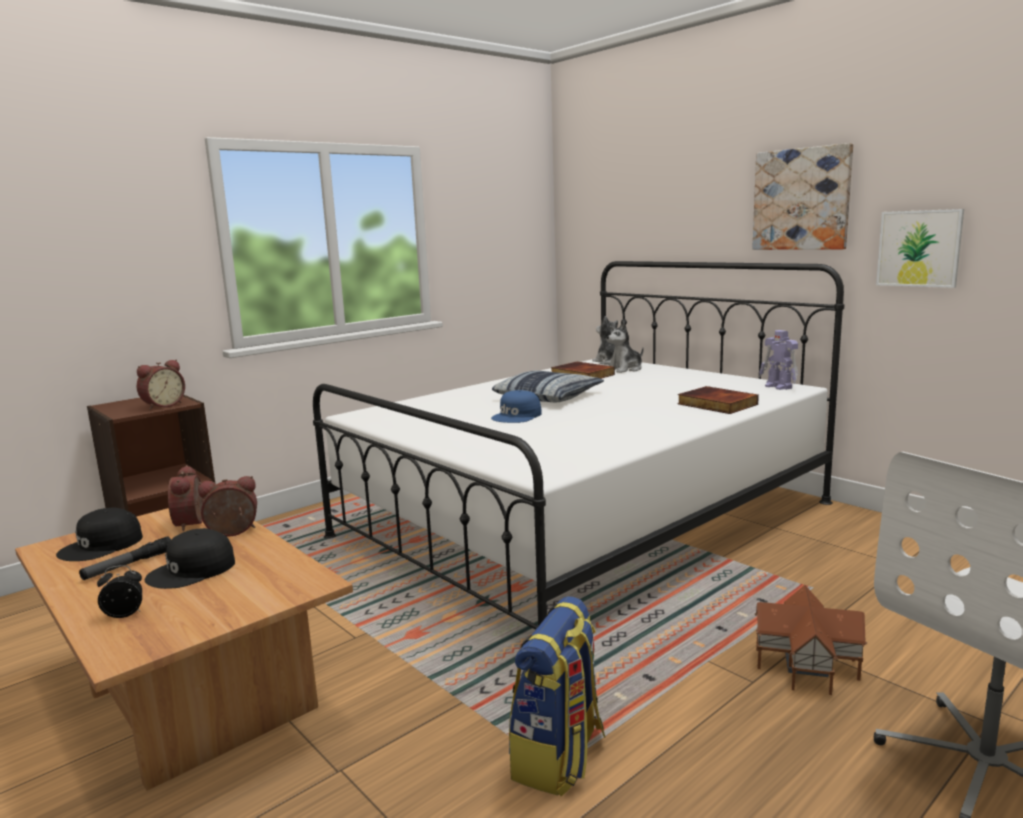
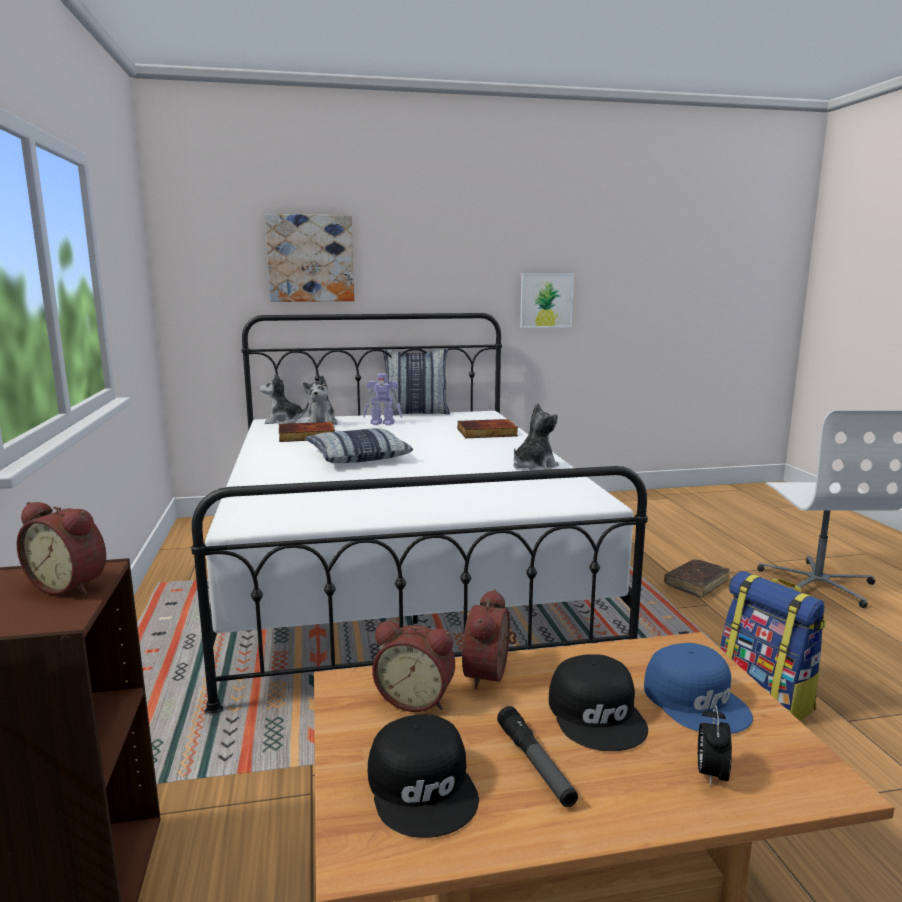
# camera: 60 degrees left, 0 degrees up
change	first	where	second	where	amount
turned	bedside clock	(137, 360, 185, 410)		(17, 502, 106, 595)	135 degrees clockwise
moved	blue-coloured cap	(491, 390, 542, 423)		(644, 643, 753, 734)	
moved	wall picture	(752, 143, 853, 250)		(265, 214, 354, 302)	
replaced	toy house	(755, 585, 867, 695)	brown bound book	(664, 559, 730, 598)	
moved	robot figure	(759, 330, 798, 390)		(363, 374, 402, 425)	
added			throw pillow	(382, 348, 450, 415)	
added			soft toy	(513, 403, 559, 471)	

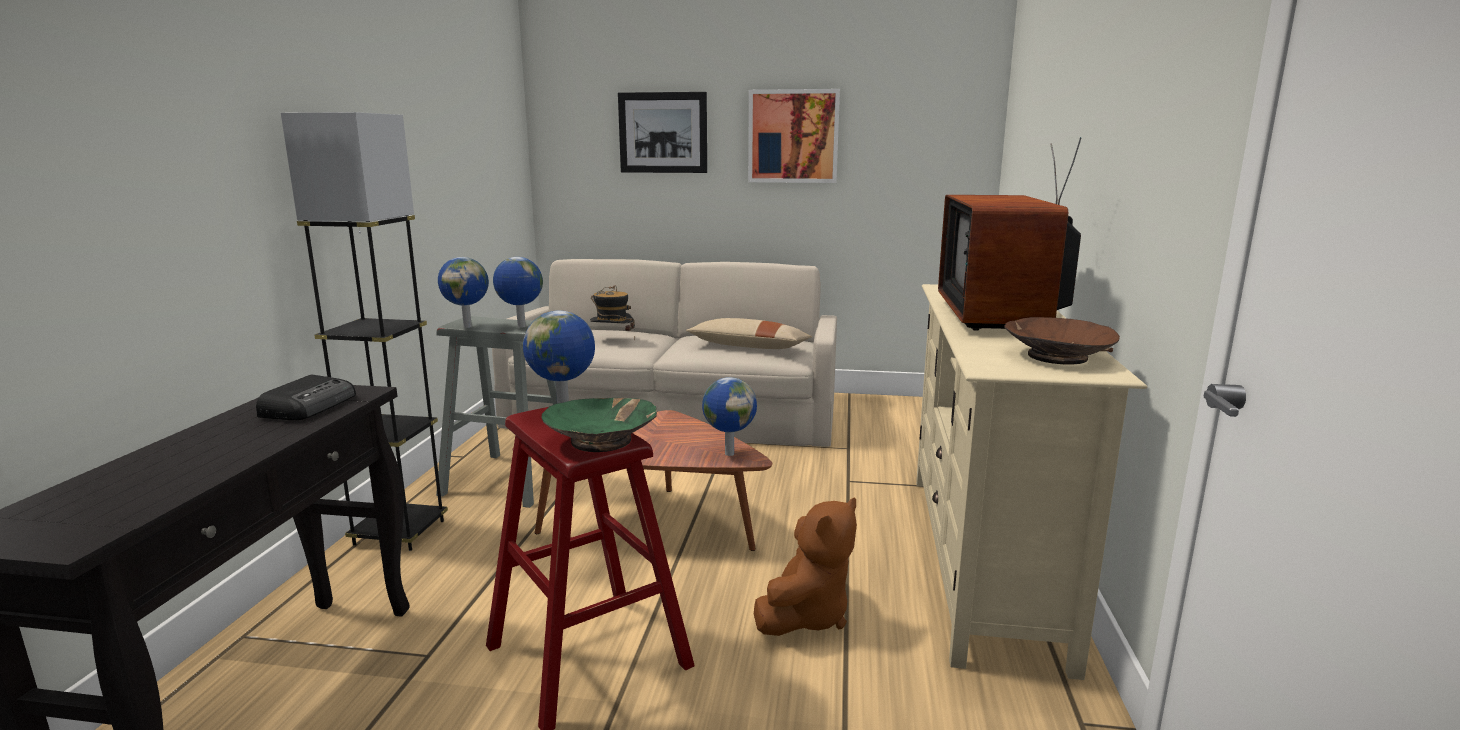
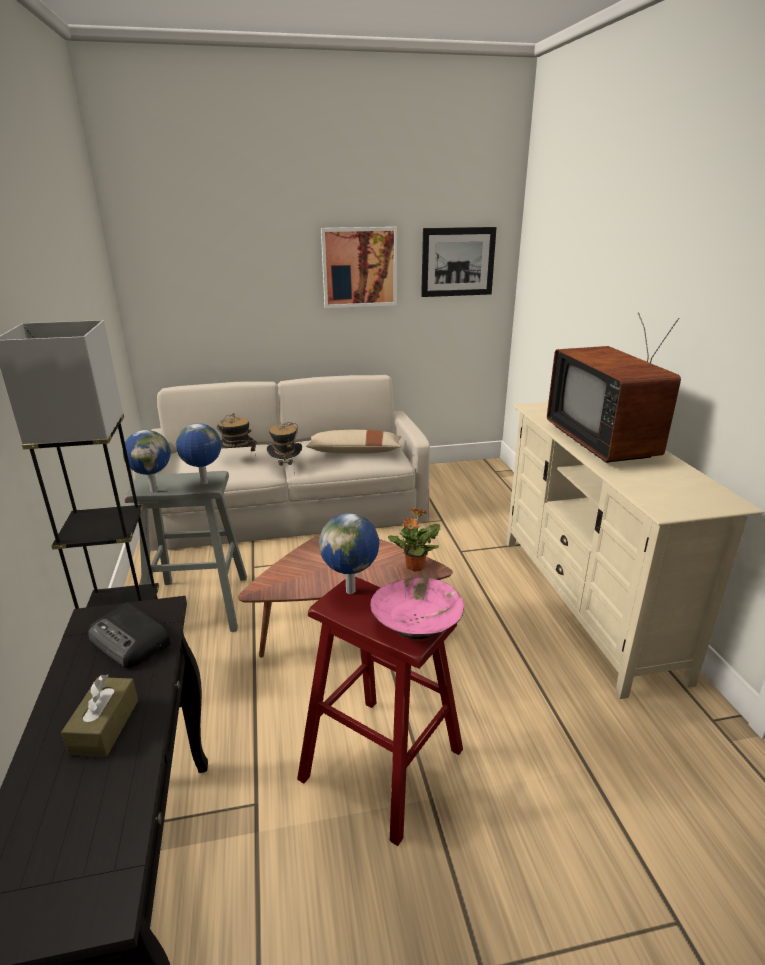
# camera: 20 degrees left, 10 degrees up
change	first	where	second	where	amount
turned	radio	(256, 375, 356, 420)		(88, 602, 171, 668)	135 degrees clockwise
recoloured	greenish deep dish	(542, 398, 657, 452)	pink-coloured deep dish	(370, 577, 464, 639)	
moved	wall picture	(618, 92, 707, 173)		(421, 227, 497, 297)	
replaced	globe	(702, 377, 757, 456)	potted plant	(388, 507, 440, 571)	
removed	brown soft toy	(754, 498, 857, 636)			
removed	brown deep dish	(1004, 317, 1120, 365)			
added			brown tissue box	(61, 675, 138, 757)	
added			wearable hat	(267, 422, 302, 475)	

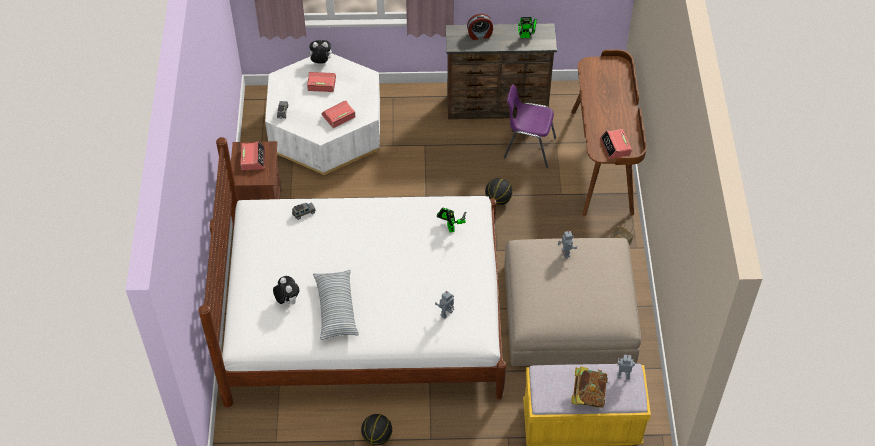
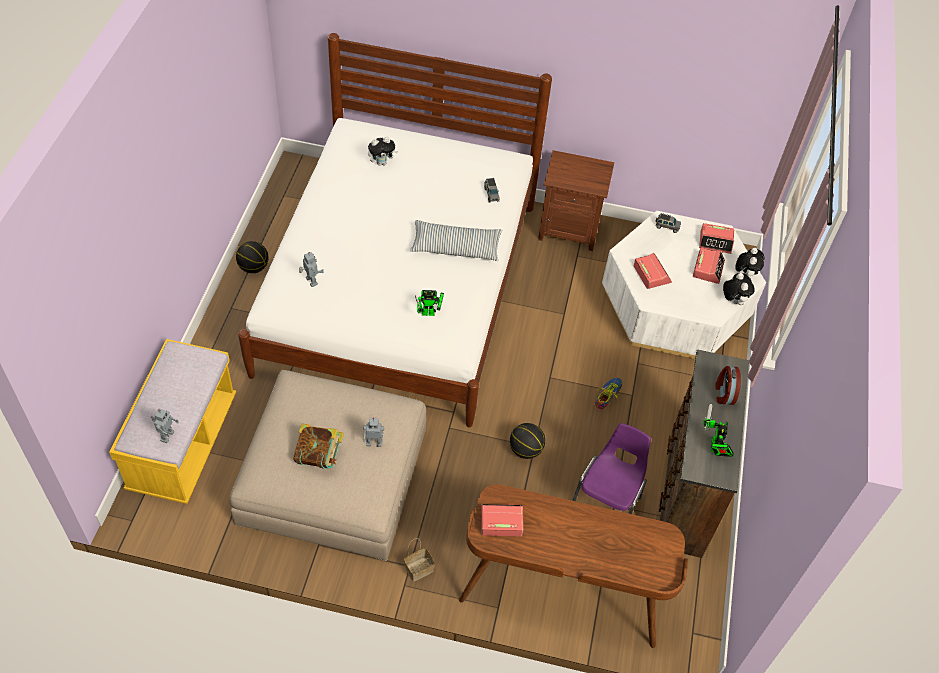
# camera: 100 degrees right, 0 degrees up
change	first	where	second	where	amount
moved	bedside clock	(240, 141, 265, 170)		(699, 223, 734, 254)	
moved	throw pillow	(313, 270, 359, 340)		(410, 220, 502, 261)	
moved	bound book	(571, 367, 608, 408)		(293, 424, 344, 469)	
added			item of footwear	(594, 377, 622, 410)	
added			soft toy	(723, 273, 755, 305)	

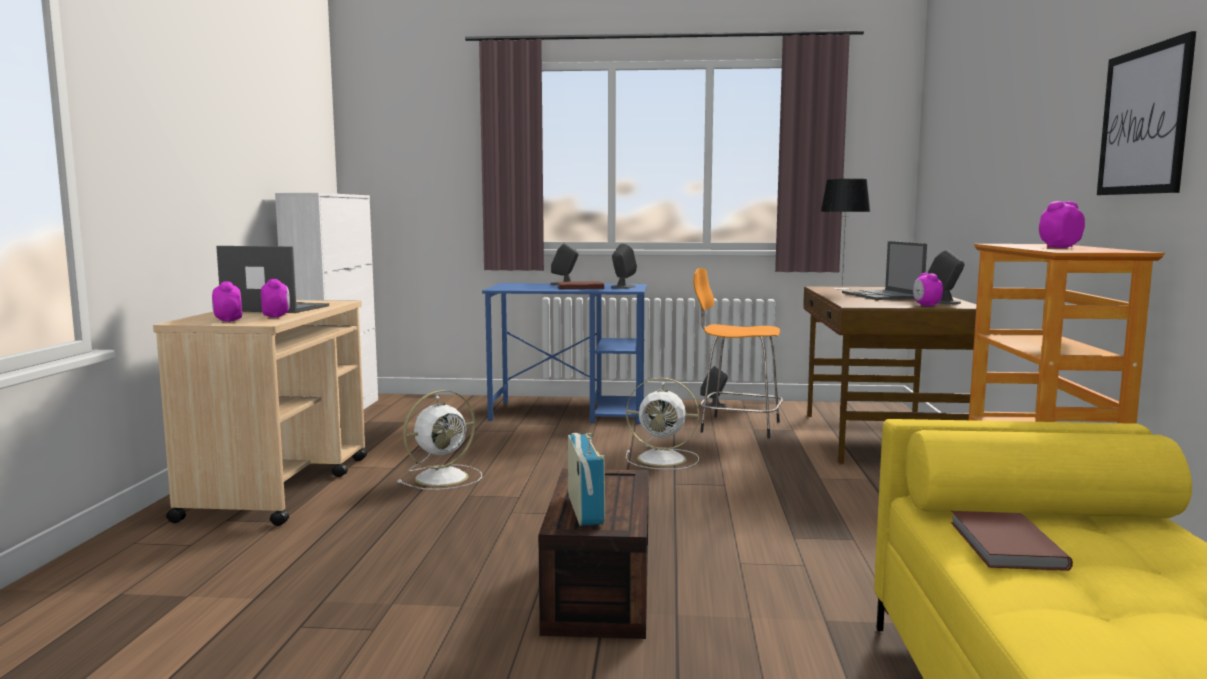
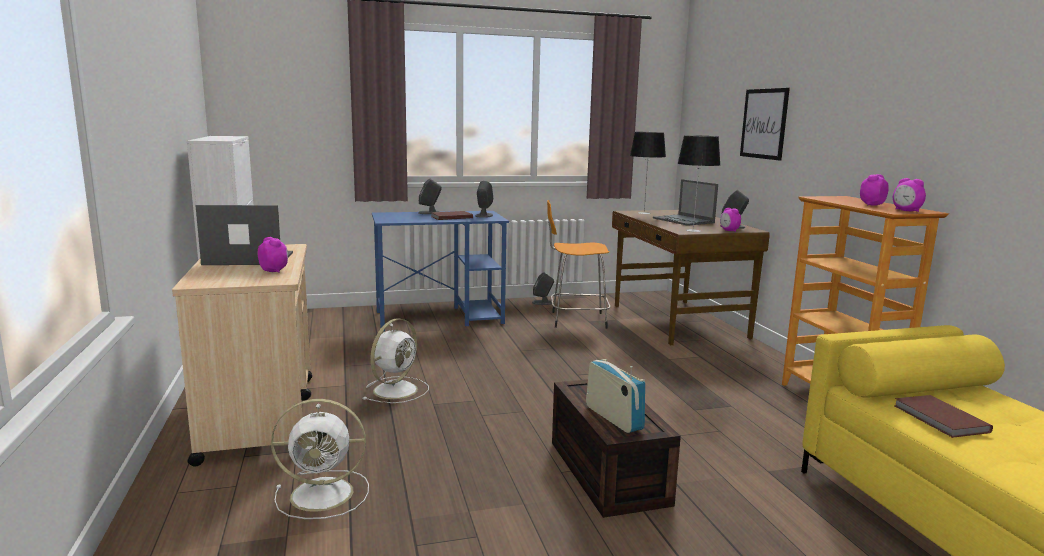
# camera: 20 degrees left, 5 degrees up
change	first	where	second	where	amount
moved	bedside clock	(212, 281, 242, 322)		(893, 178, 926, 212)	
moved	whitish cooling fan	(626, 378, 699, 470)		(271, 399, 369, 519)	
moved	wall picture	(1097, 31, 1196, 195)		(740, 88, 790, 161)	
added			tabletop lamp	(677, 135, 720, 232)	

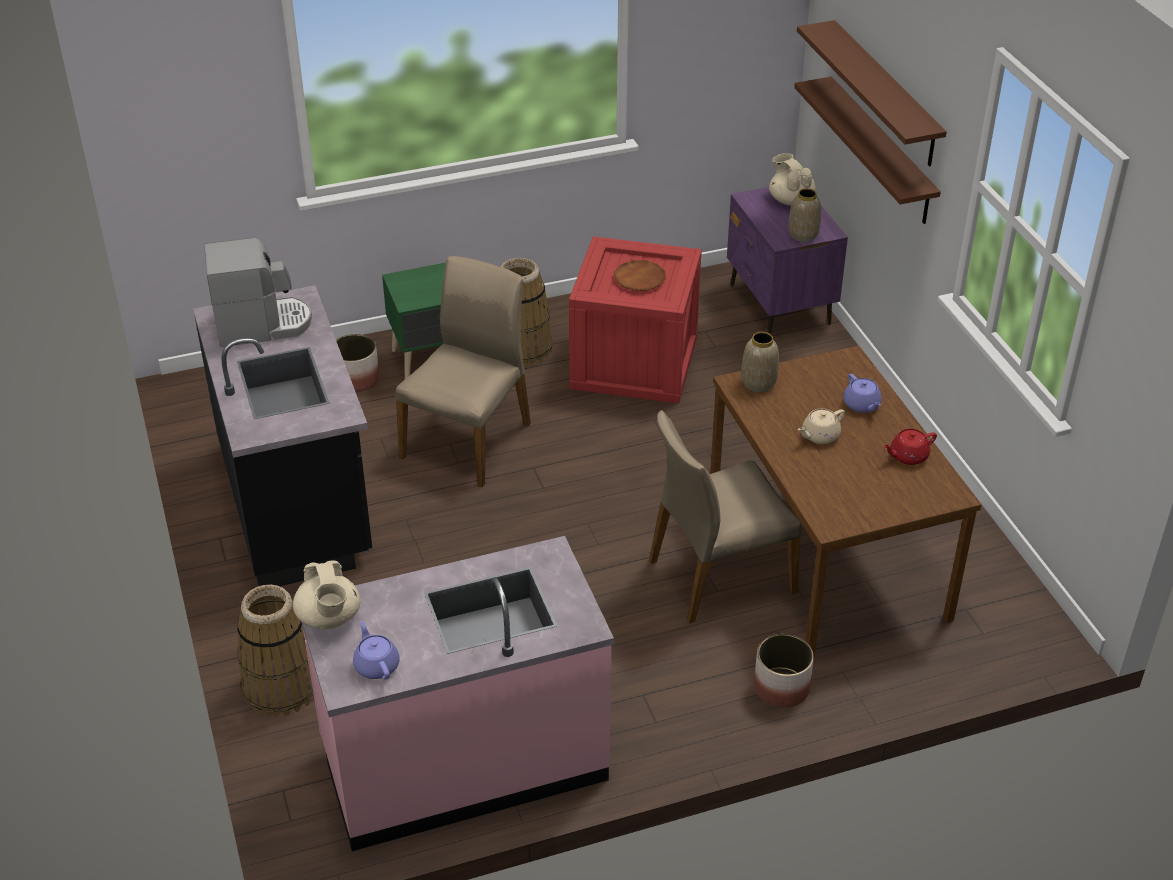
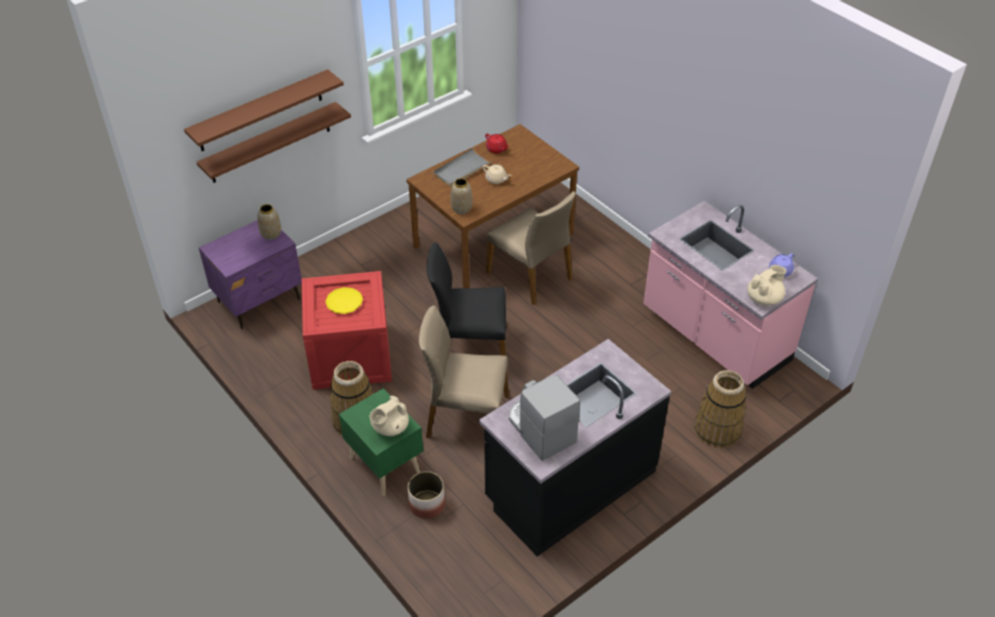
# camera: 110 degrees left, 5 degrees up
change	first	where	second	where	amount
recoloured	brown plate	(614, 260, 666, 291)	yellow plate	(325, 287, 363, 314)	
removed	flower pot	(754, 634, 814, 708)			
moved	beige tea pot	(769, 153, 816, 205)		(370, 396, 409, 436)	
replaced	purplish tea pot	(843, 374, 882, 413)	grey serving tray	(433, 147, 493, 187)	
added			black-coloured plain chair	(427, 242, 507, 356)	

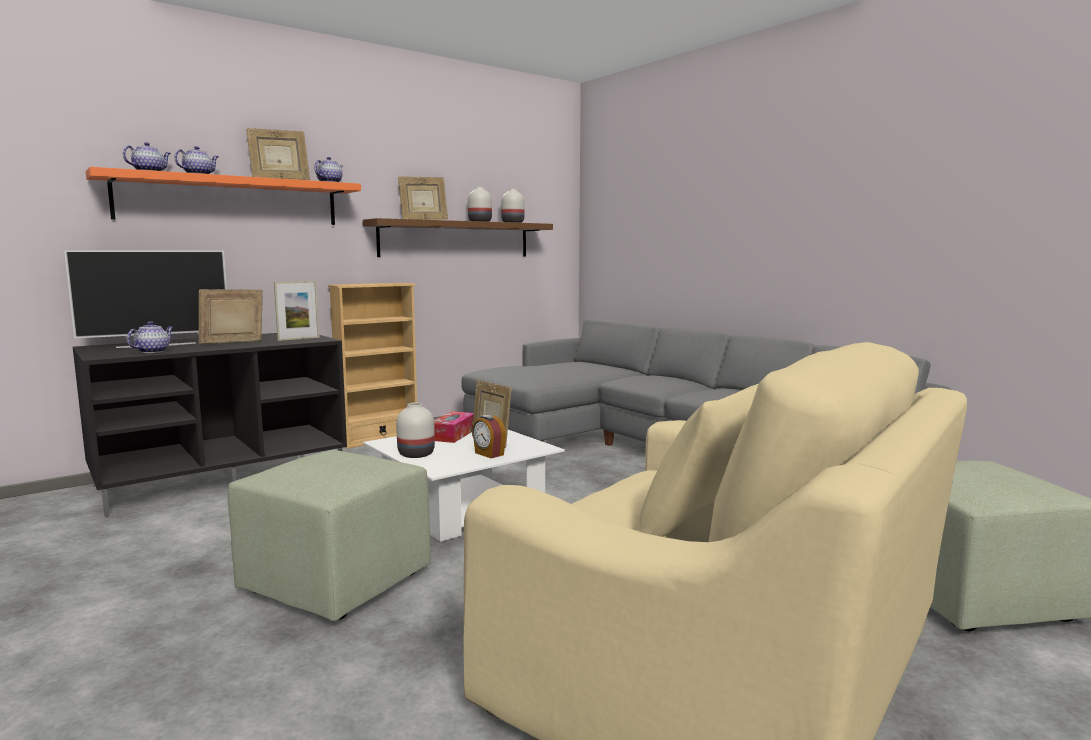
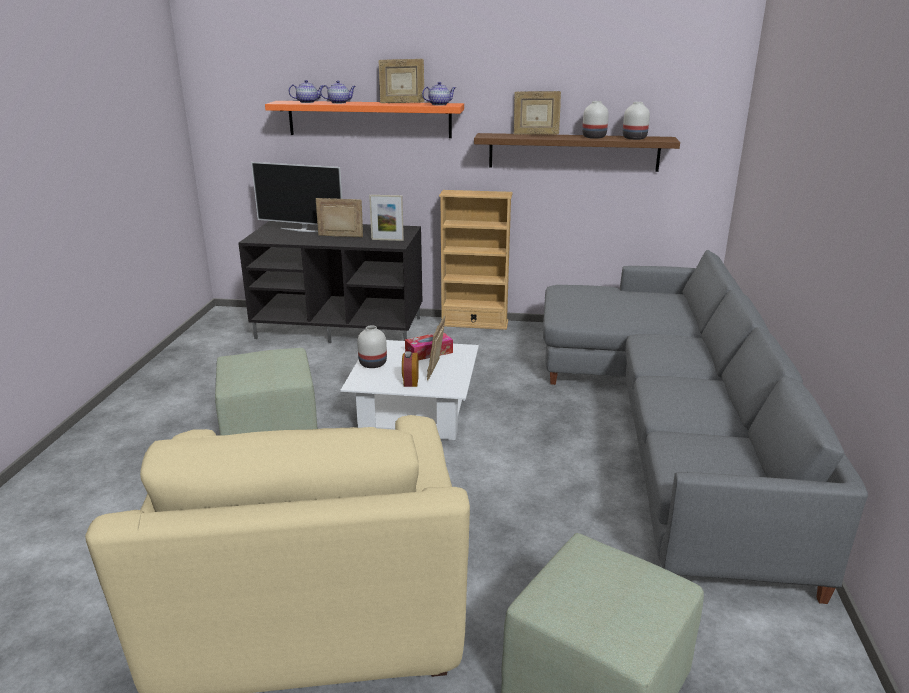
# camera: 45 degrees right, 15 degrees up
change	first	where	second	where	amount
removed	tea pot	(127, 321, 173, 353)			

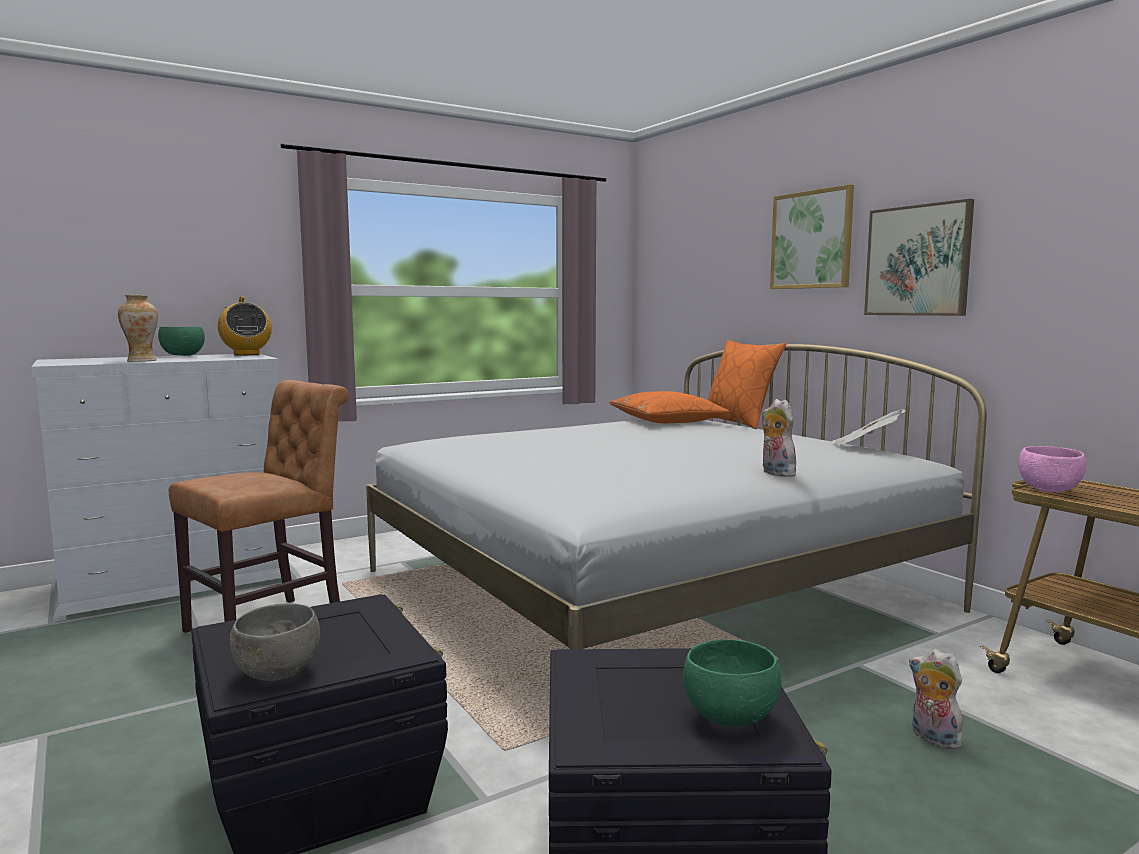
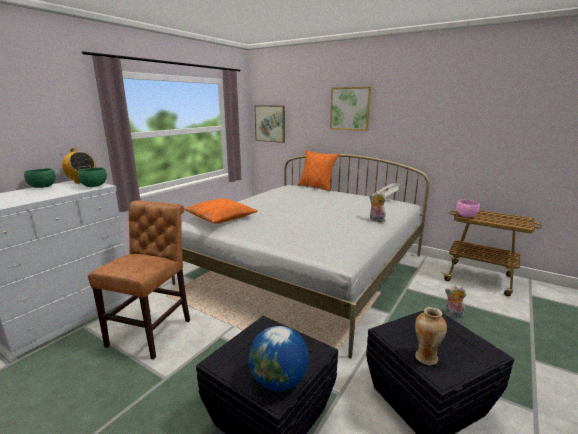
# camera: 25 degrees left, 10 degrees up
change	first	where	second	where	amount
moved	decorative vase	(118, 295, 158, 362)		(415, 307, 447, 365)	
replaced	grey deep dish	(230, 603, 320, 681)	globe	(248, 326, 309, 391)	
moved	orangey throw pillow	(610, 391, 729, 423)		(184, 198, 258, 224)	
moved	greenish deep dish	(683, 639, 782, 727)		(78, 167, 107, 187)	
moved	wall picture	(864, 199, 974, 316)		(254, 105, 285, 143)	

